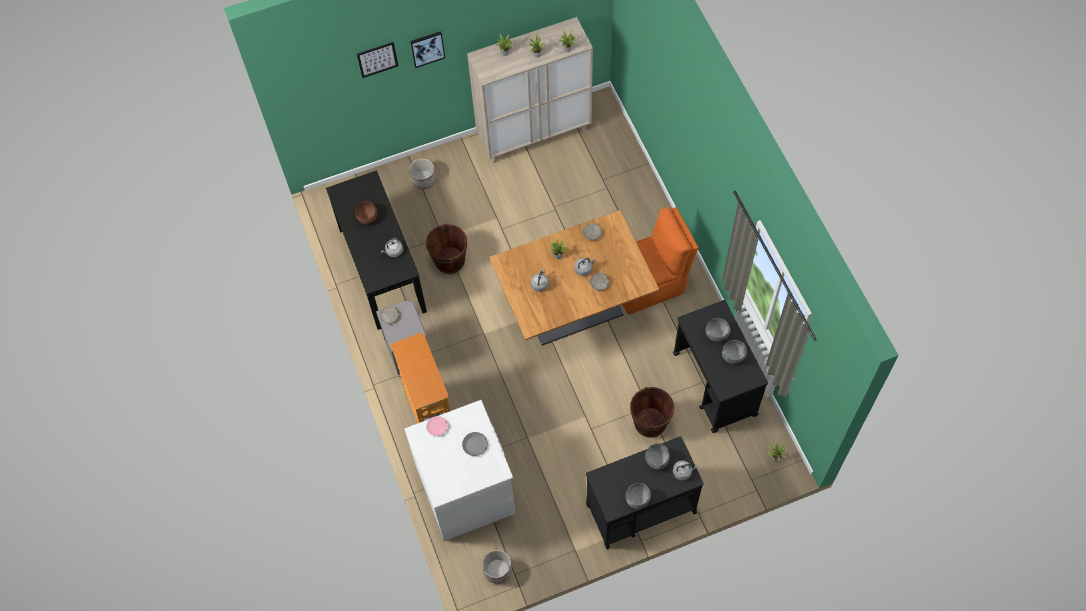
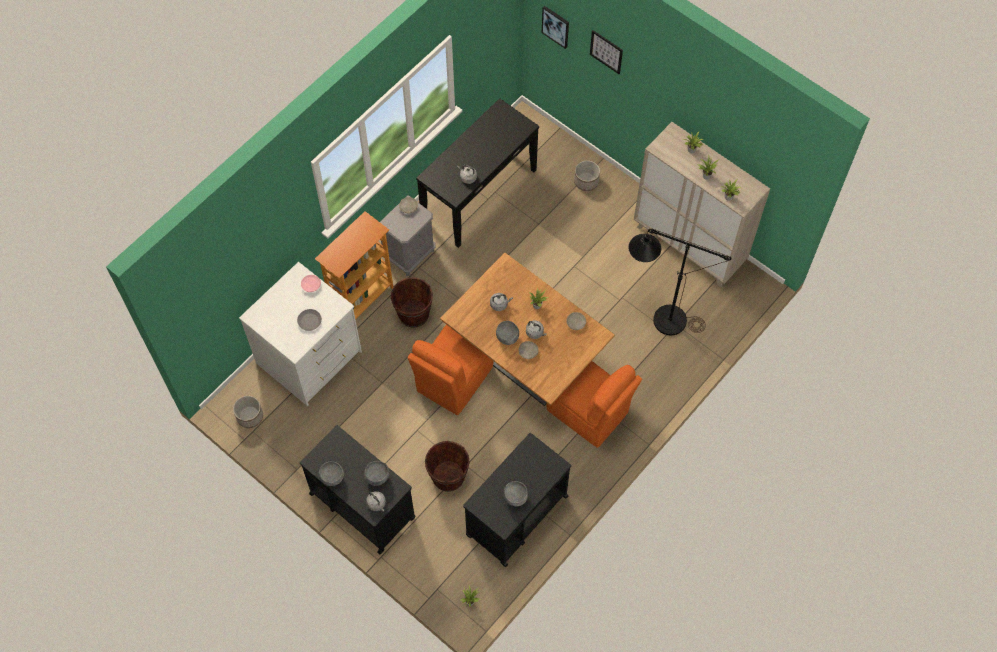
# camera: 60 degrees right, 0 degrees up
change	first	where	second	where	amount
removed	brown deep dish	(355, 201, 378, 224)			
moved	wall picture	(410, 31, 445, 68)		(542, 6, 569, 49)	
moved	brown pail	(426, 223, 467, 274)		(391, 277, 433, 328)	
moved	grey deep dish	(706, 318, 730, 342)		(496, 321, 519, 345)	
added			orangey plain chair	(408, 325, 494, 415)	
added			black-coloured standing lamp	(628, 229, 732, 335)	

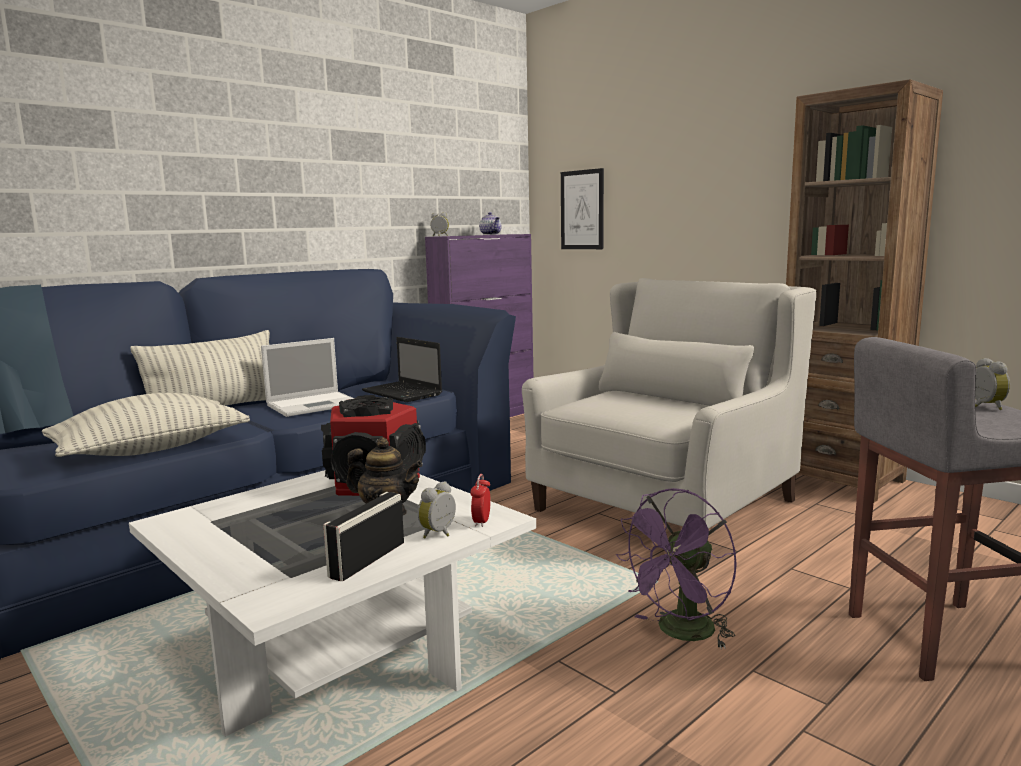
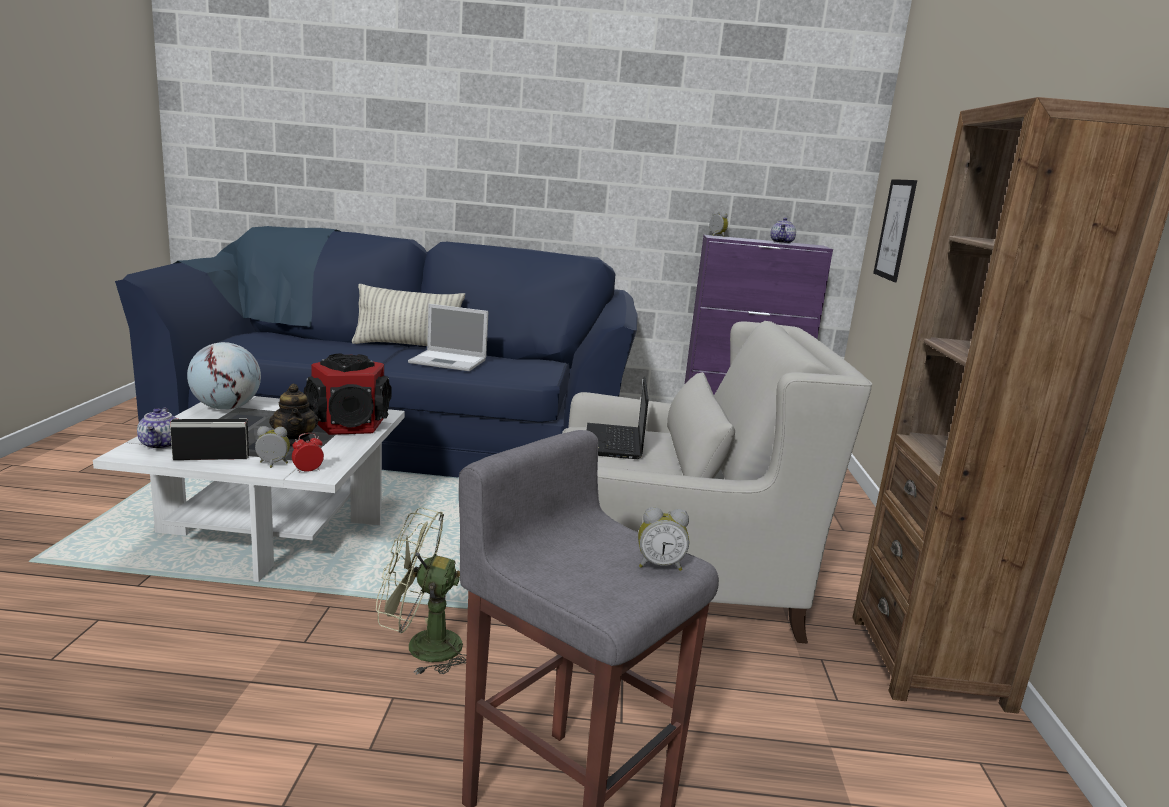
# camera: 45 degrees right, 5 degrees up
change	first	where	second	where	amount
removed	throw pillow	(42, 393, 250, 457)			
moved	laptop	(362, 337, 442, 402)		(587, 377, 649, 459)	
recoloured	purplish cooling fan	(616, 488, 737, 649)	greenish cooling fan	(376, 507, 466, 675)	
turned	bedside clock	(975, 358, 1010, 410)		(638, 507, 689, 571)	45 degrees clockwise
added			tea pot	(137, 408, 177, 449)	
added			globe	(187, 342, 261, 410)	

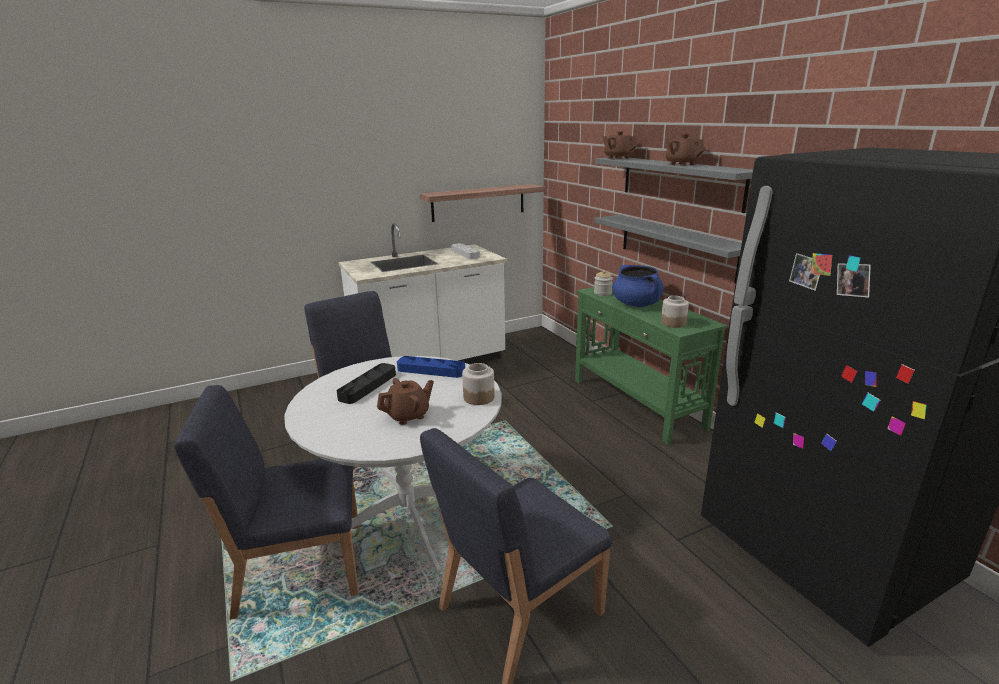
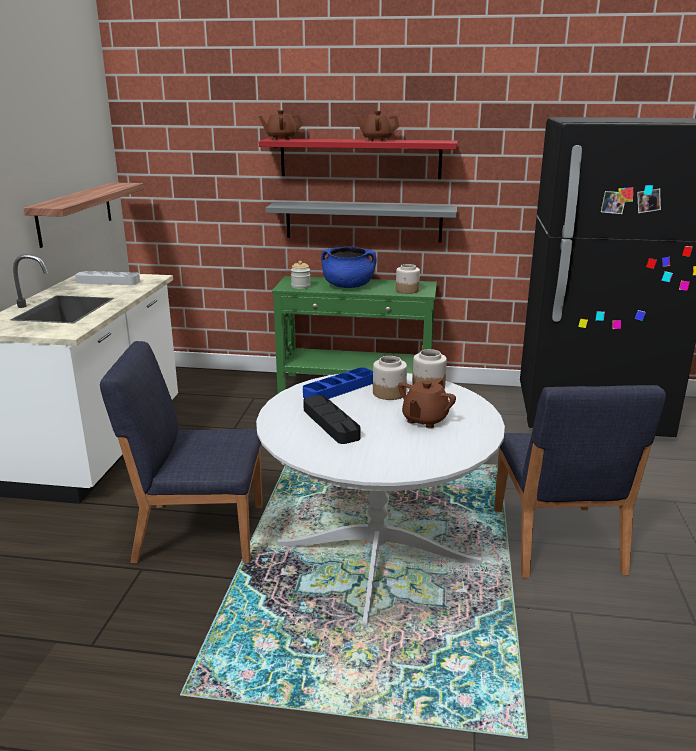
# camera: 55 degrees left, 0 degrees up
change	first	where	second	where	amount
removed	blue-coloured plain chair	(174, 385, 359, 620)			
turned	brown tea pot	(377, 378, 434, 425)		(398, 378, 456, 429)	150 degrees counterclockwise
recoloured	grey wall shelf	(595, 157, 753, 213)	red wall shelf	(259, 138, 457, 179)	
added			preserve jar	(373, 356, 407, 400)	

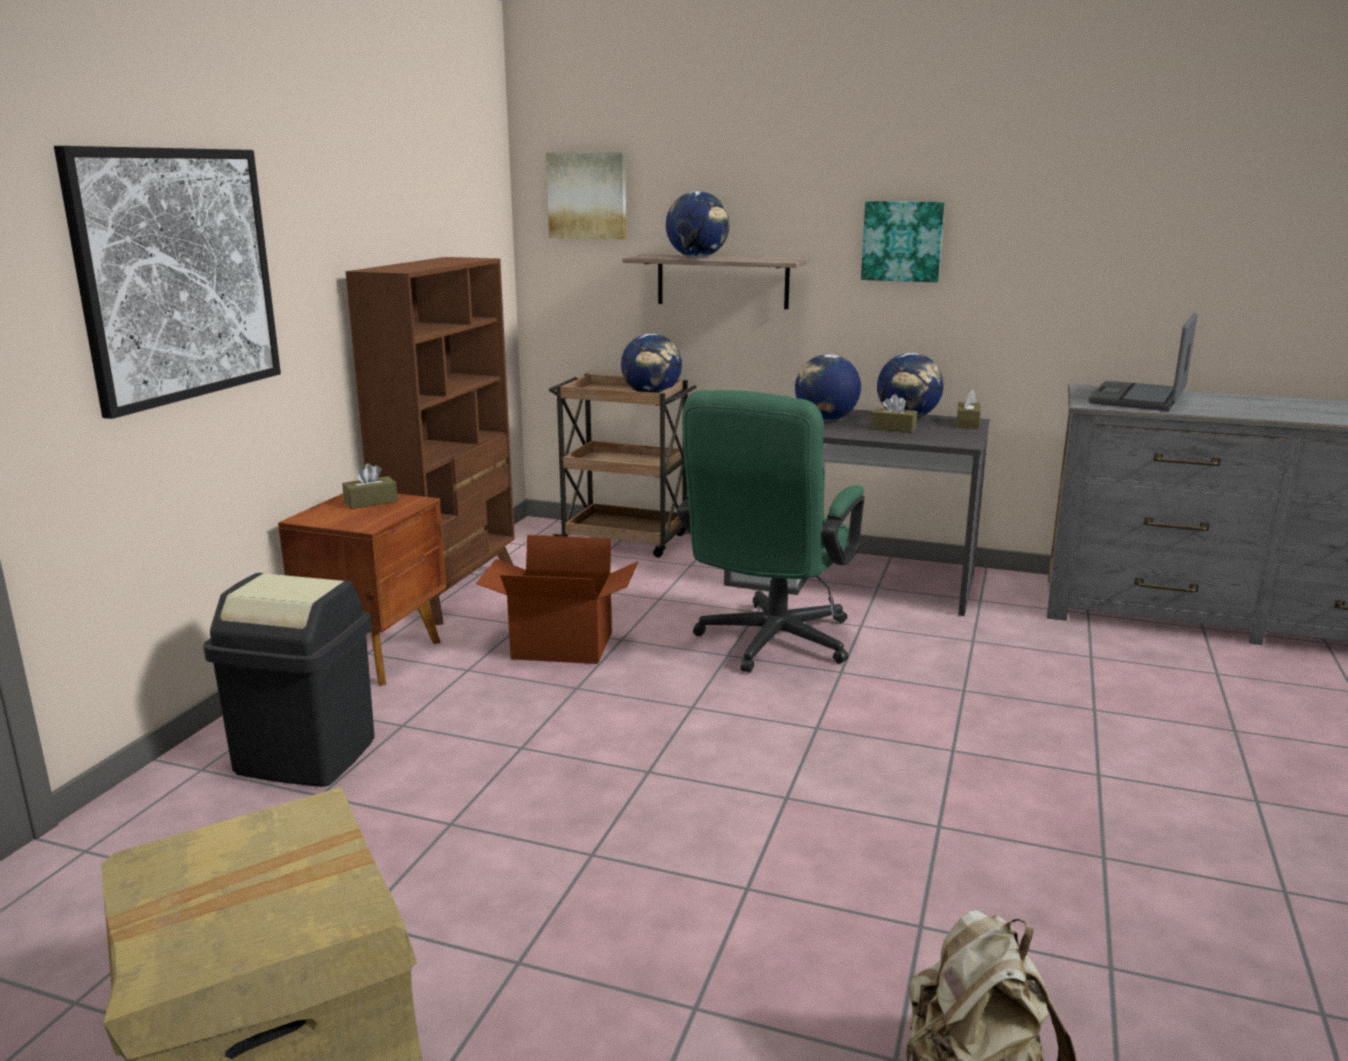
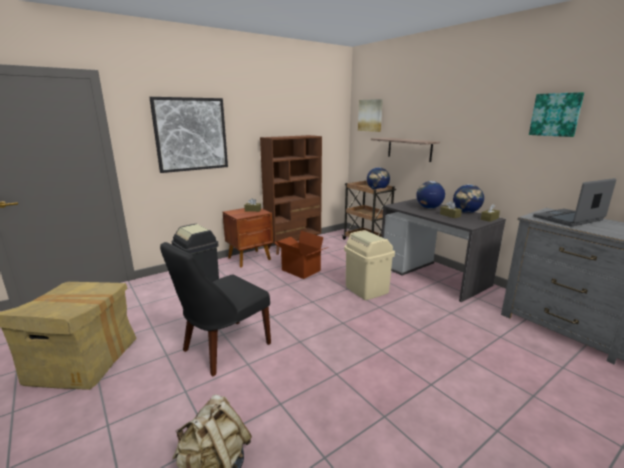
# camera: 35 degrees right, 0 degrees up
change	first	where	second	where	amount
removed	globe	(666, 191, 729, 258)			
replaced	greenish computer chair	(678, 390, 865, 673)	beige waste bin	(344, 230, 395, 300)	
moved	wall picture	(861, 201, 945, 282)		(529, 92, 584, 137)	
added			black-coloured plain chair	(160, 242, 271, 376)	

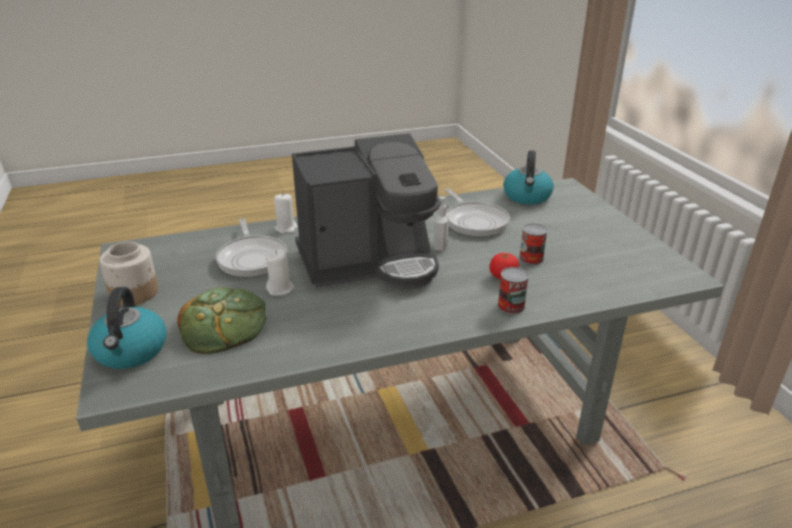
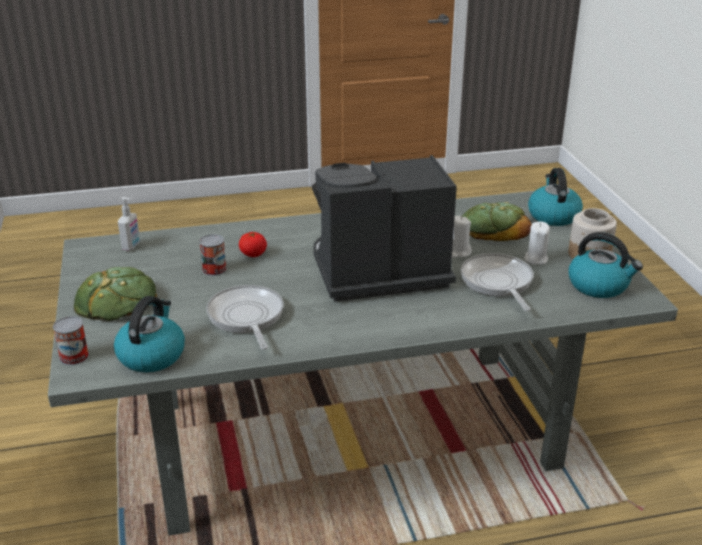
# camera: 175 degrees left, 0 degrees up
change	first	where	second	where	amount
moved	whitish wax light	(274, 193, 297, 233)		(524, 221, 550, 265)	
moved	liquid soap bottle	(434, 197, 449, 251)		(118, 197, 140, 251)	
moved	can	(498, 267, 529, 314)		(53, 316, 89, 365)	
added			baked bread	(74, 267, 157, 321)	
added			kettle	(569, 232, 643, 298)	

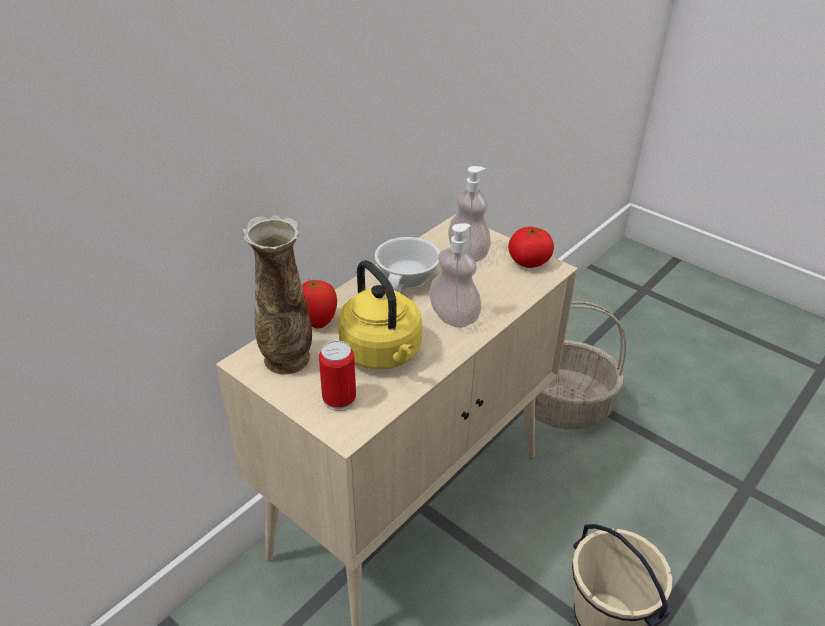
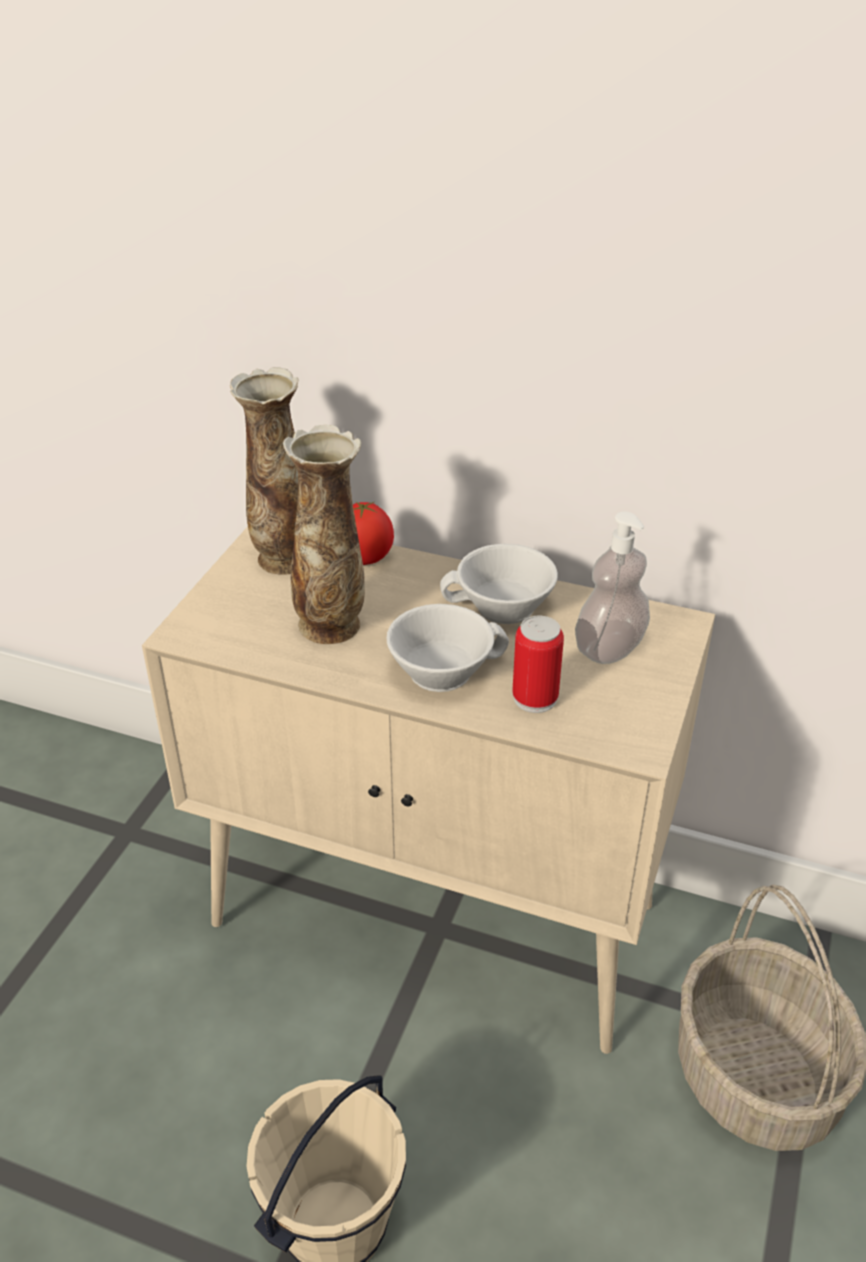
# camera: 70 degrees right, 0 degrees up
change	first	where	second	where	amount
moved	can	(319, 341, 356, 411)		(512, 616, 564, 713)	
replaced	yellow kettle	(338, 260, 422, 369)	decorative vase	(283, 425, 365, 644)	
replaced	liquid soap bottle	(429, 223, 482, 328)	whitish drinking cup	(387, 604, 509, 692)	
removed	whole tomato	(508, 226, 554, 268)			

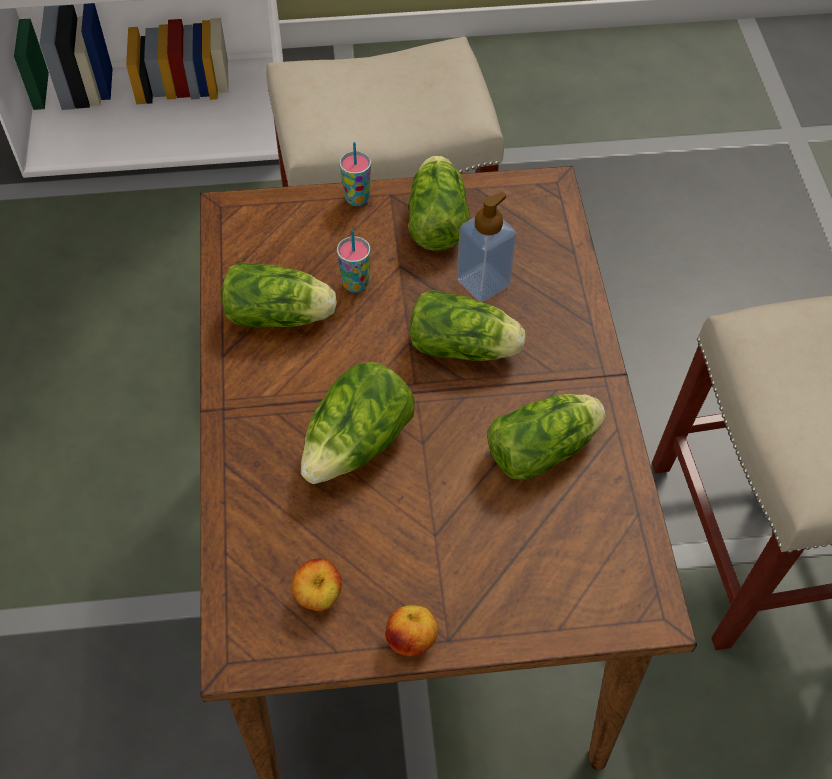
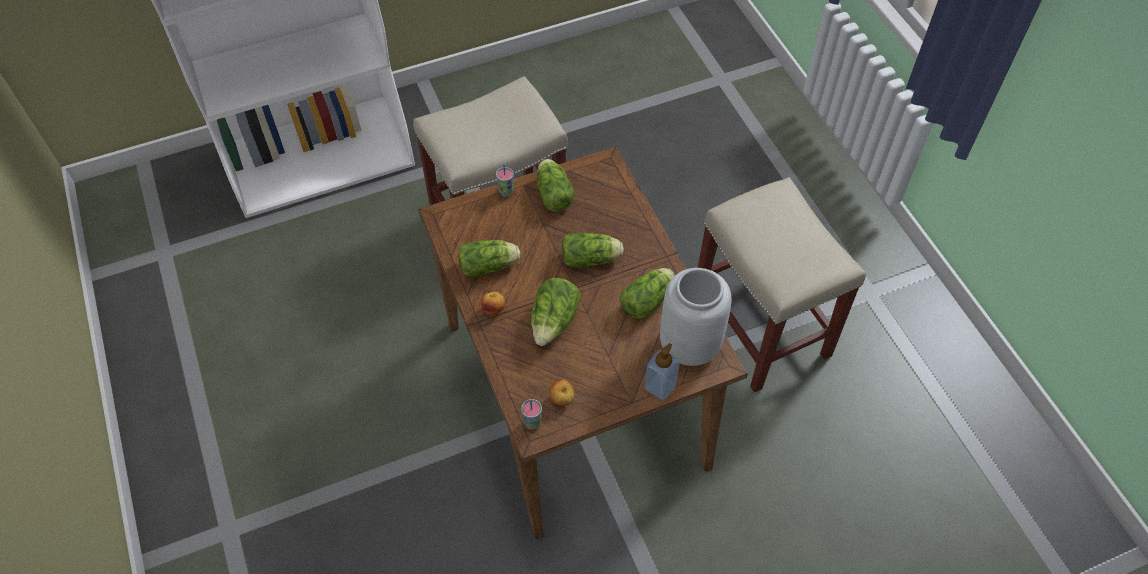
# camera: 15 degrees left, 0 degrees up
change	first	where	second	where	amount
moved	drinking cup	(337, 229, 370, 293)		(521, 399, 542, 429)	
moved	whole apple	(385, 605, 438, 656)		(481, 292, 505, 315)	
moved	liquid soap bottle	(457, 192, 516, 302)		(644, 343, 680, 400)	
added			grey decorative vase	(660, 268, 732, 366)	

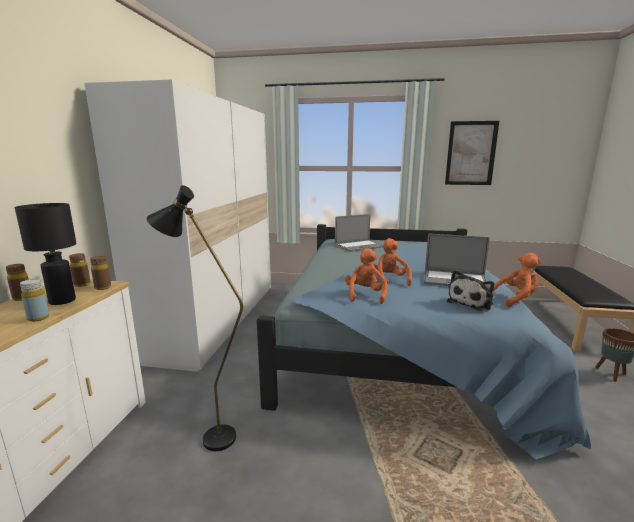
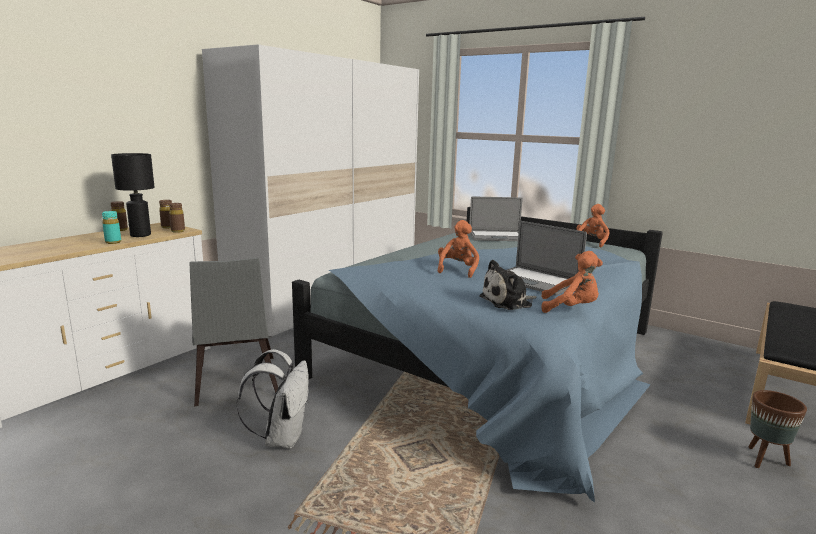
# camera: 25 degrees right, 0 degrees up
change	first	where	second	where	amount
recoloured	yellow drink bottle	(20, 279, 49, 322)	turquoise drink bottle	(102, 211, 121, 244)	
replaced	black-coloured standing lamp	(147, 185, 243, 451)	grey plain chair	(189, 258, 278, 406)	
moved	orangey soft toy	(345, 248, 388, 304)		(577, 204, 610, 248)	
removed	wall picture	(445, 121, 499, 185)			
added			whitish rucksack	(236, 349, 309, 449)	

